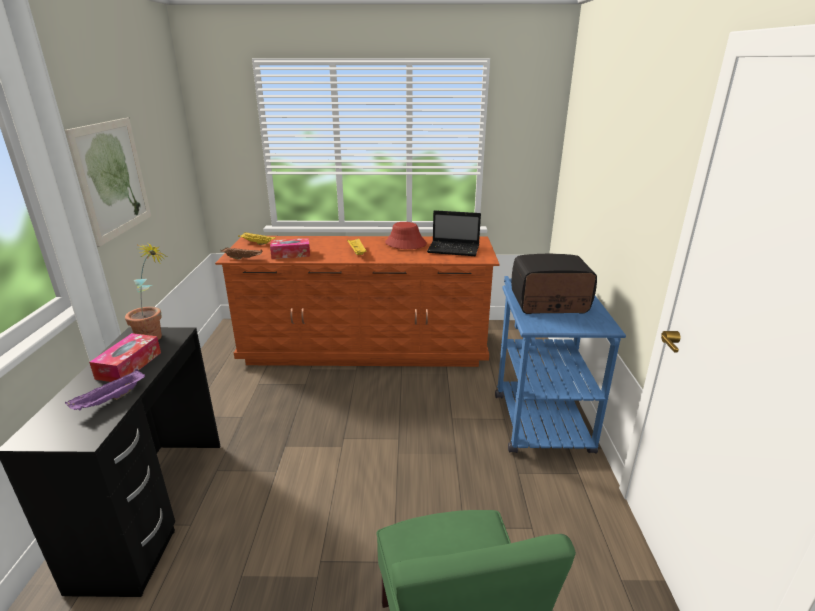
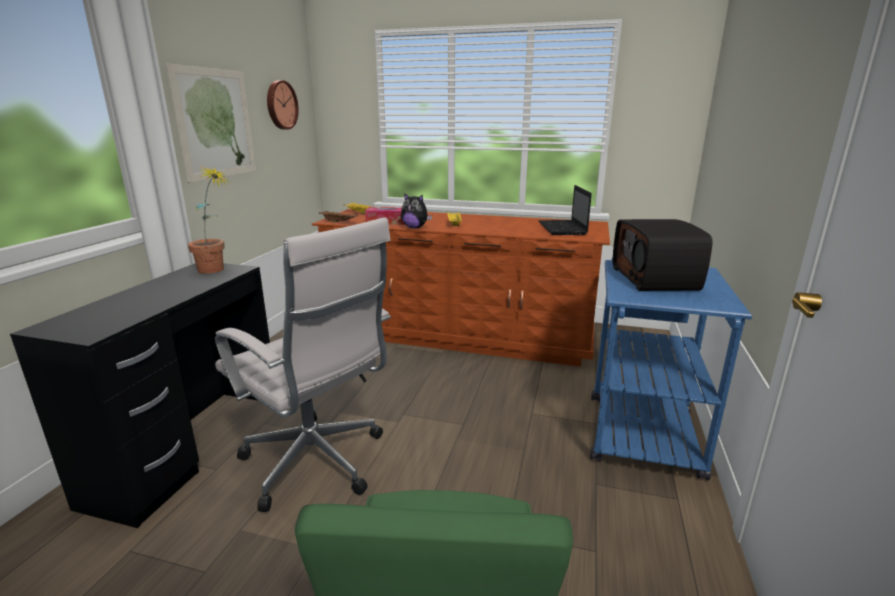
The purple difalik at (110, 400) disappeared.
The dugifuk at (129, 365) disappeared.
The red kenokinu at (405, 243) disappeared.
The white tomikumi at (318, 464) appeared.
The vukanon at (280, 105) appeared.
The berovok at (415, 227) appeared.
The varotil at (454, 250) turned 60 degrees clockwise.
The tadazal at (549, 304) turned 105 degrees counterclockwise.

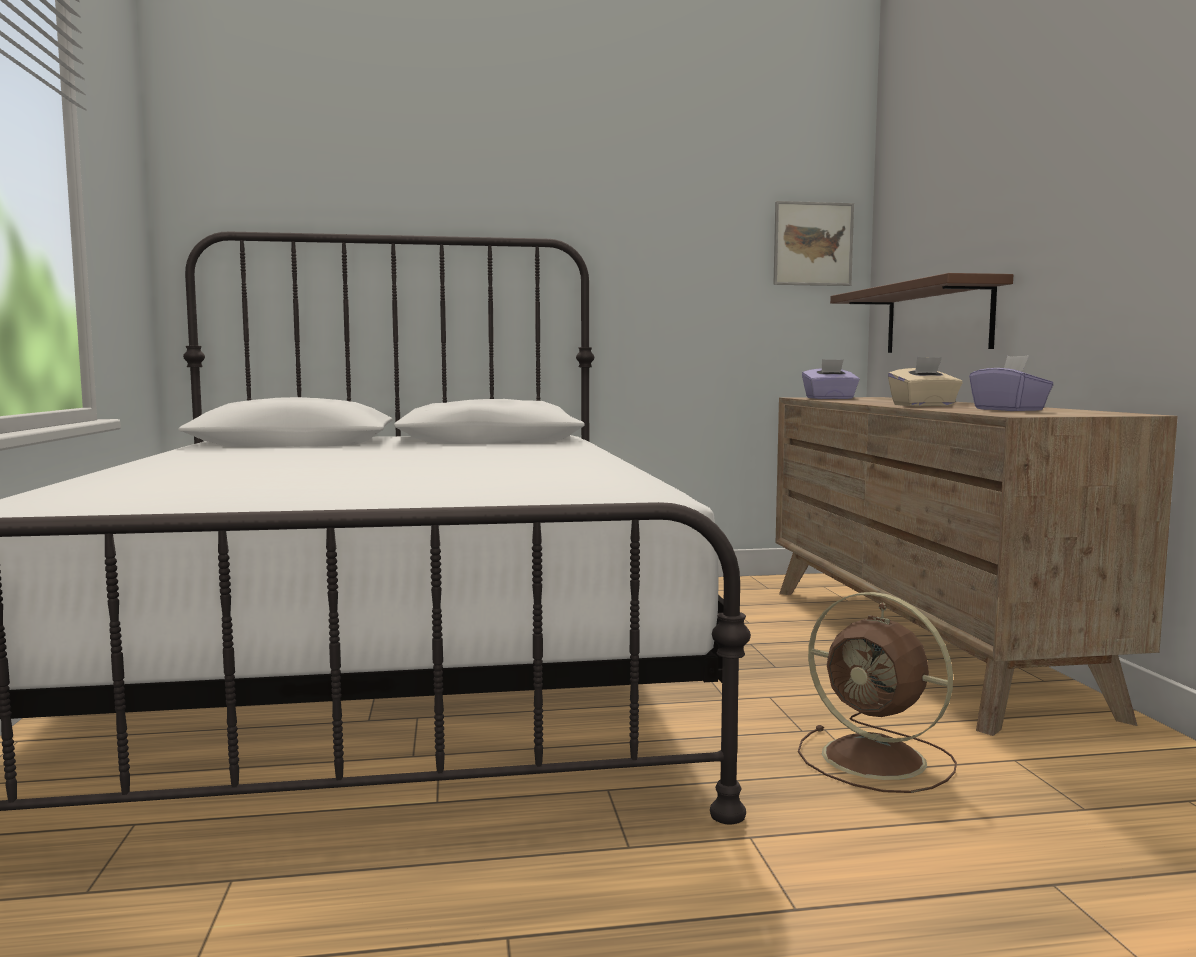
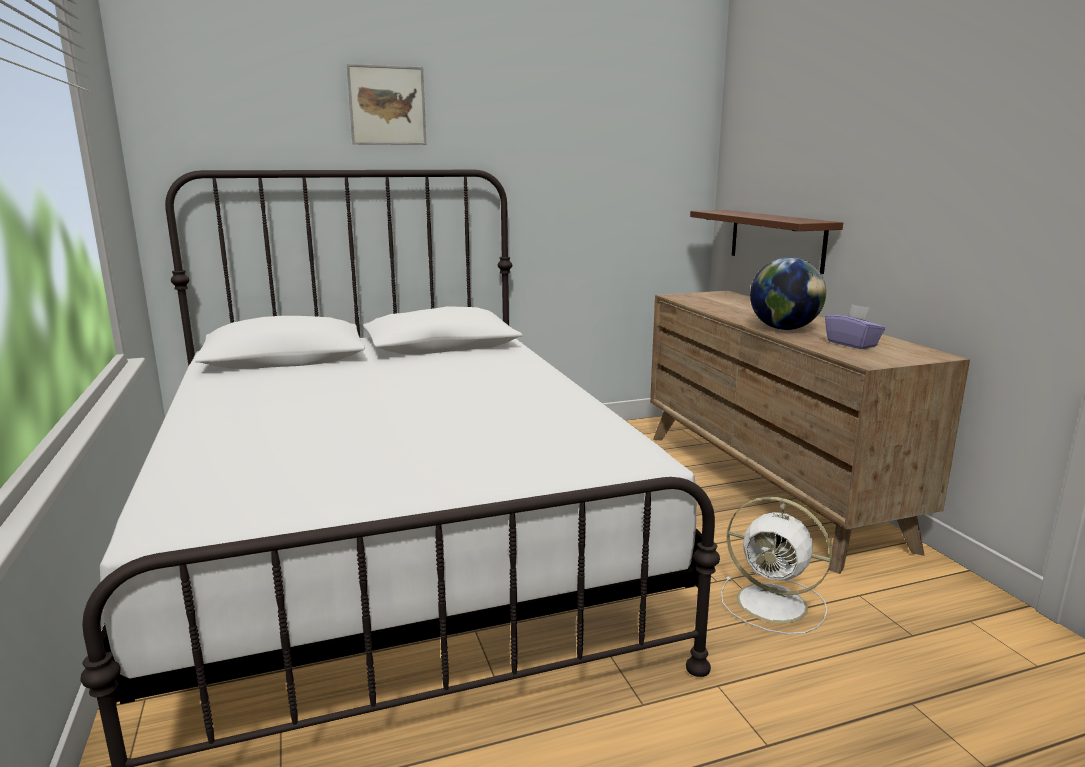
The purple dugifuk at (830, 398) disappeared.
The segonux moved from (813, 244) to (387, 105).
The beige dugifuk at (924, 405) was replaced by the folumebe at (784, 329).
The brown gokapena at (878, 759) became the white gokapena at (775, 604).

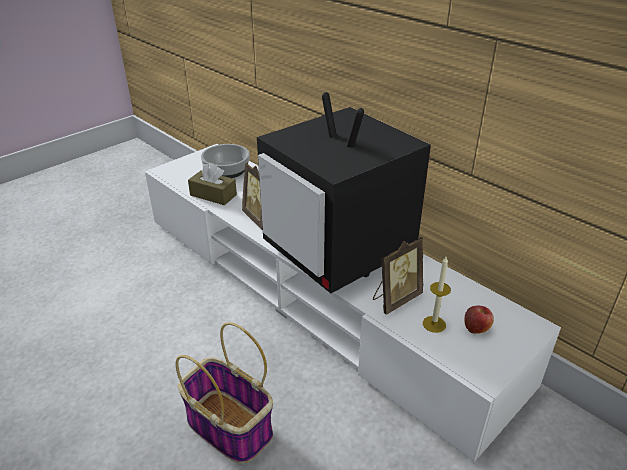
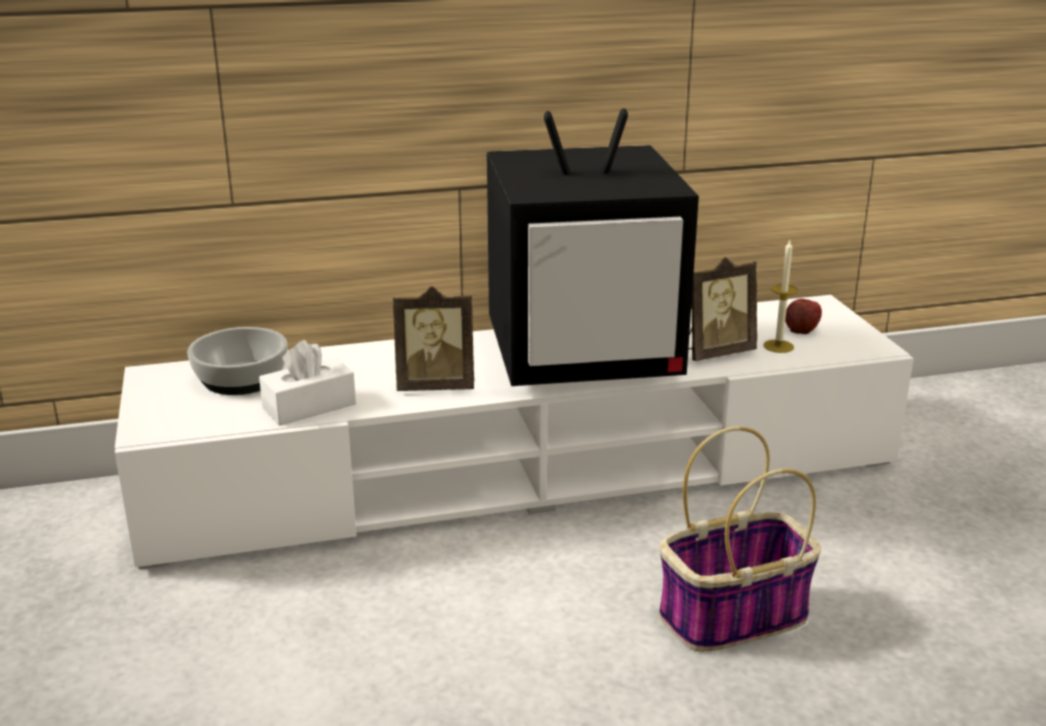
The brown dugifuk at (213, 195) became the white dugifuk at (309, 406).
The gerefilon at (395, 299) turned 75 degrees clockwise.

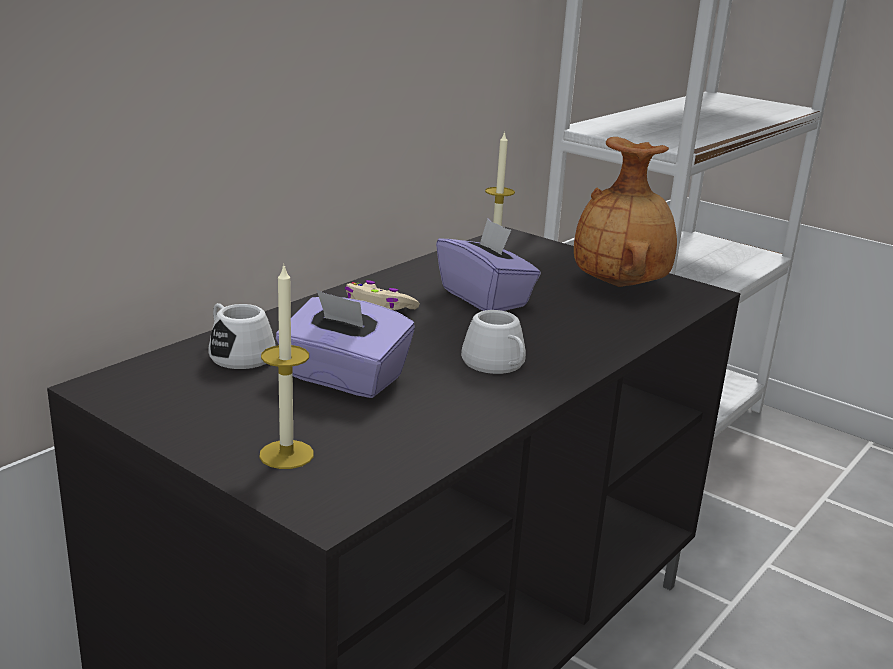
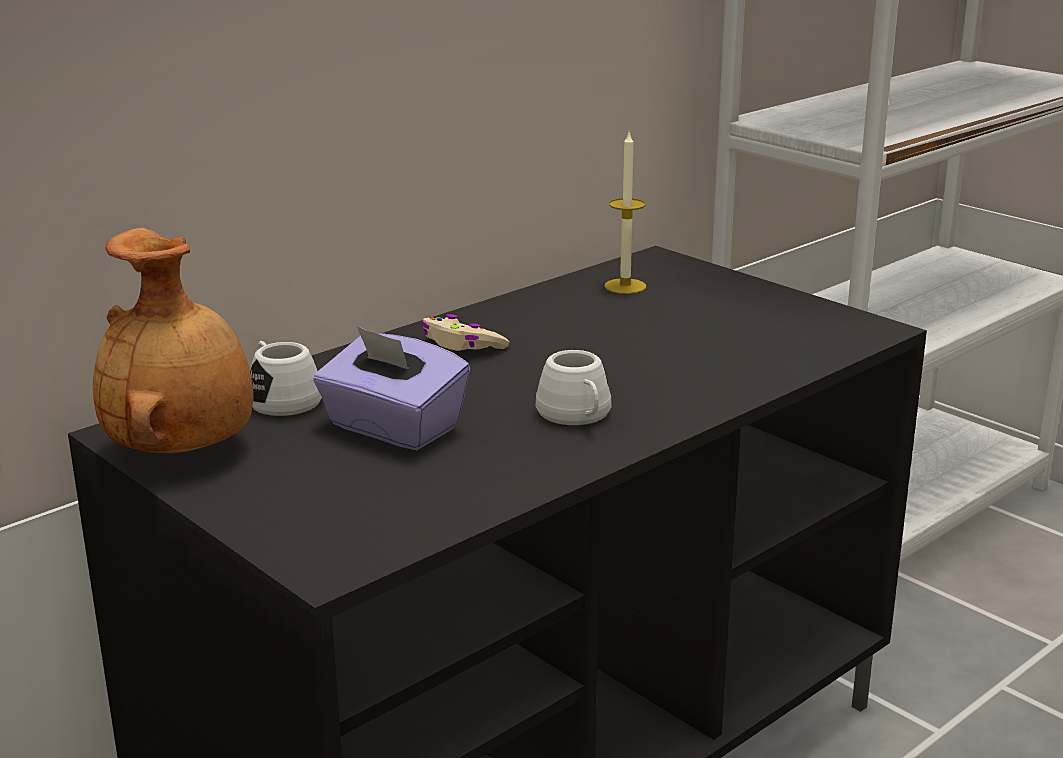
The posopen at (286, 454) disappeared.
The purple dugifuk at (485, 298) disappeared.
The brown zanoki moved from (621, 286) to (184, 450).

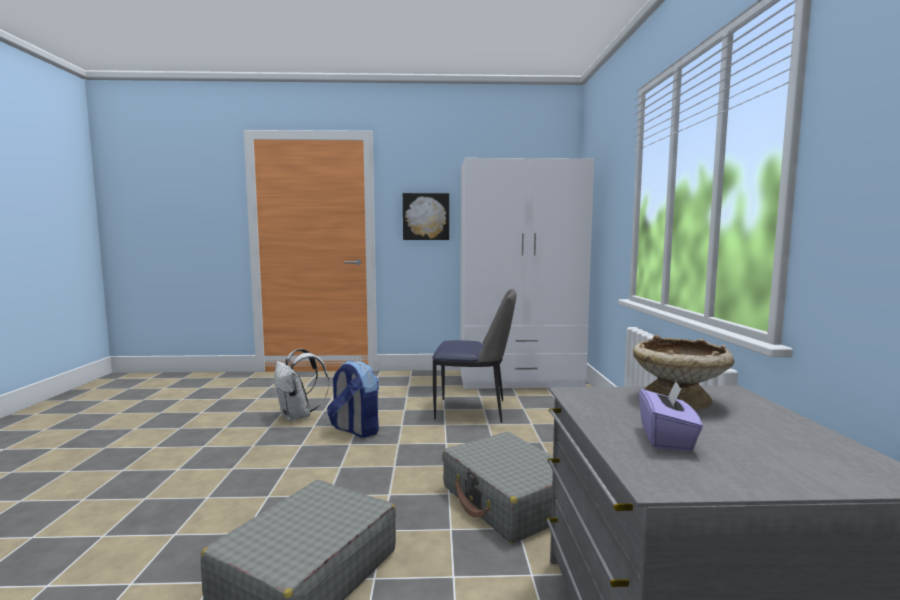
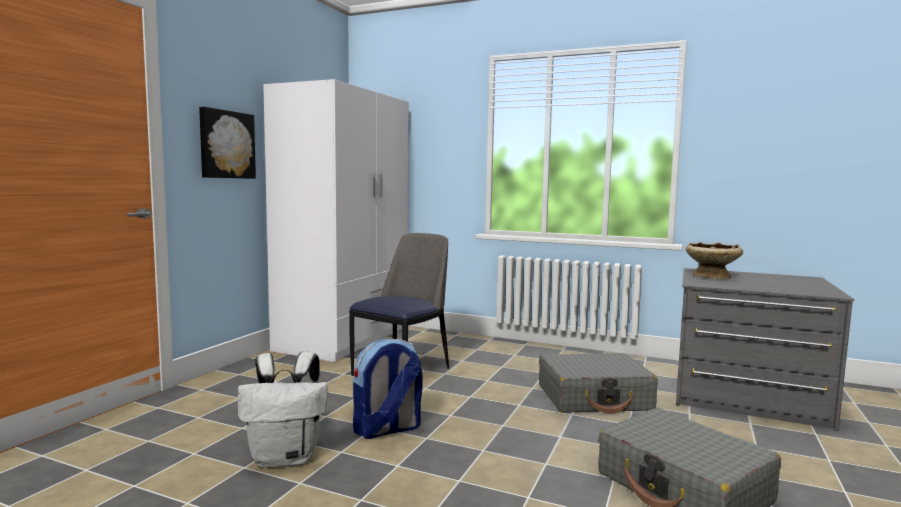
The purple dugifuk at (667, 438) disappeared.

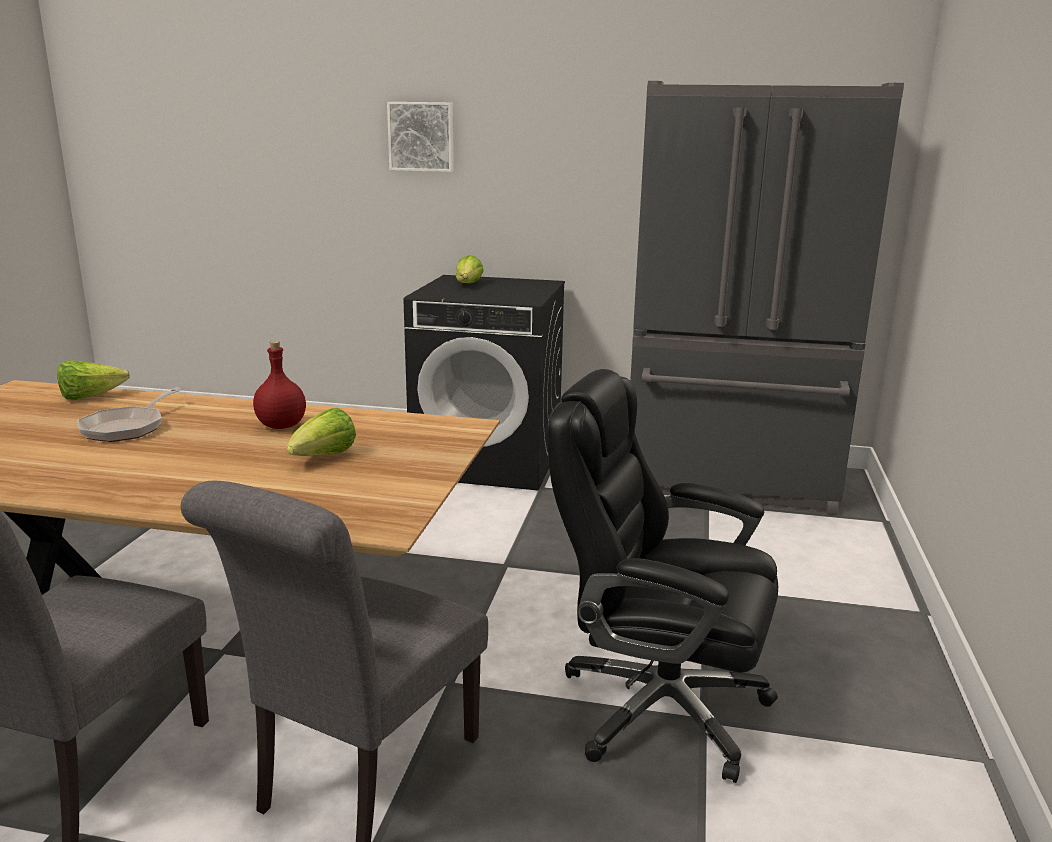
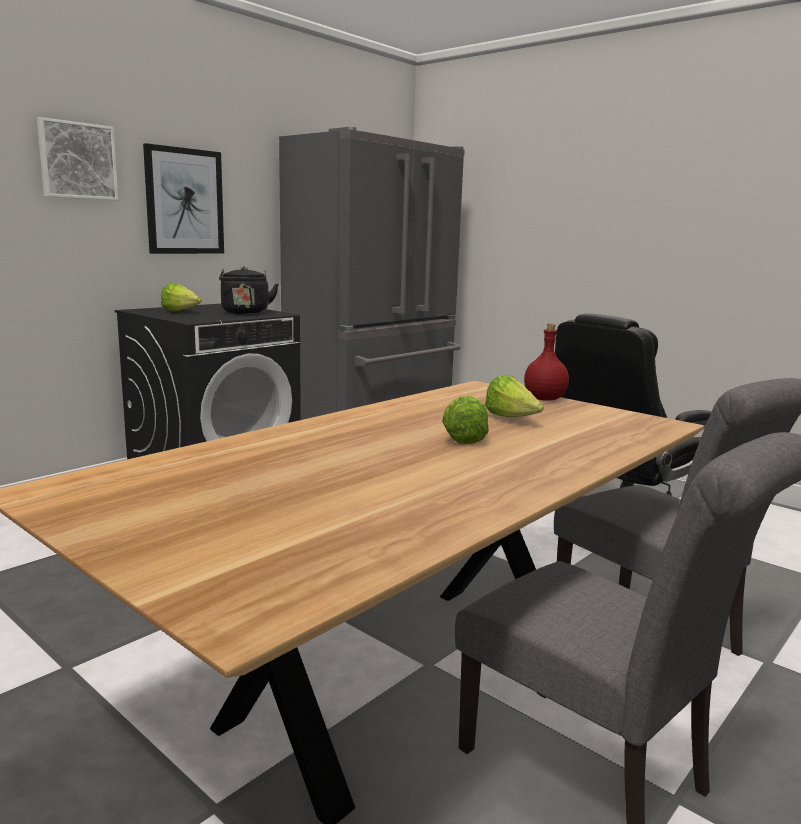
The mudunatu at (127, 428) disappeared.
The segonux at (184, 201) appeared.
The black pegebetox at (245, 313) appeared.
The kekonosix moved from (90, 397) to (464, 438).
The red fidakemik moved from (281, 426) to (545, 399).

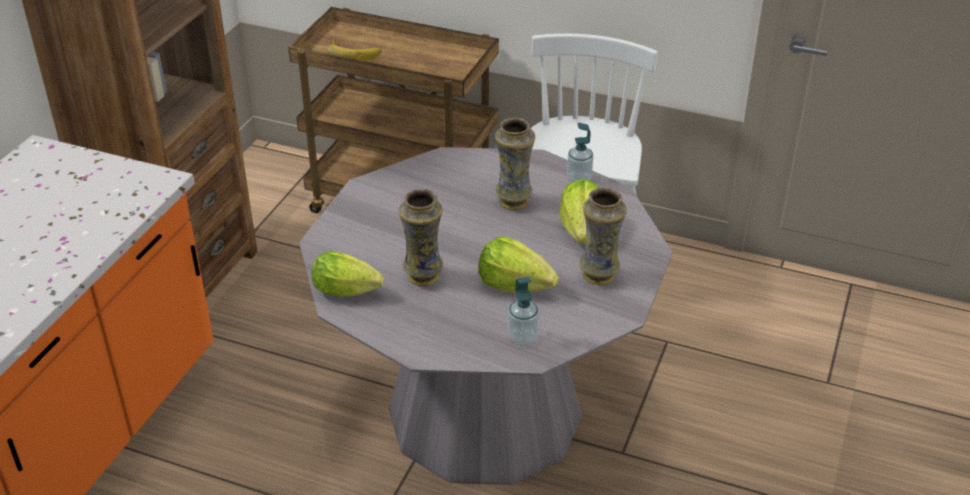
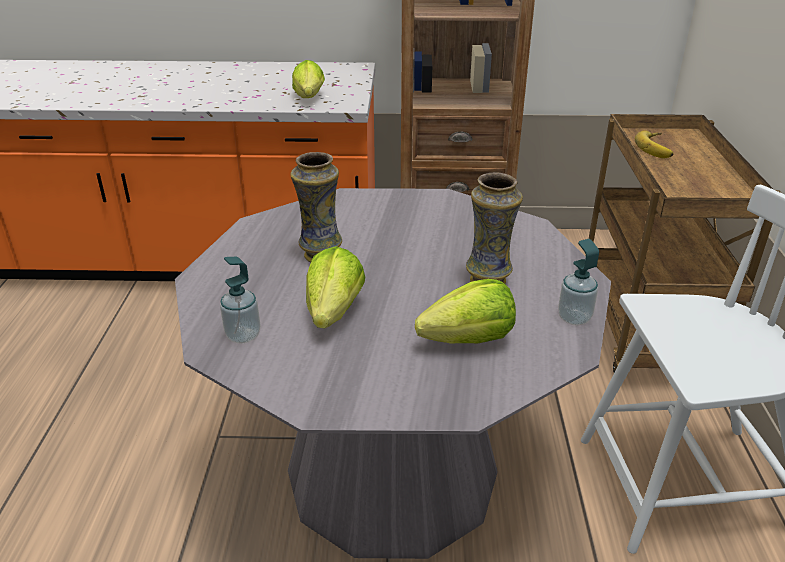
The zanoki at (599, 275) disappeared.
The kekonosix moved from (350, 292) to (309, 98).

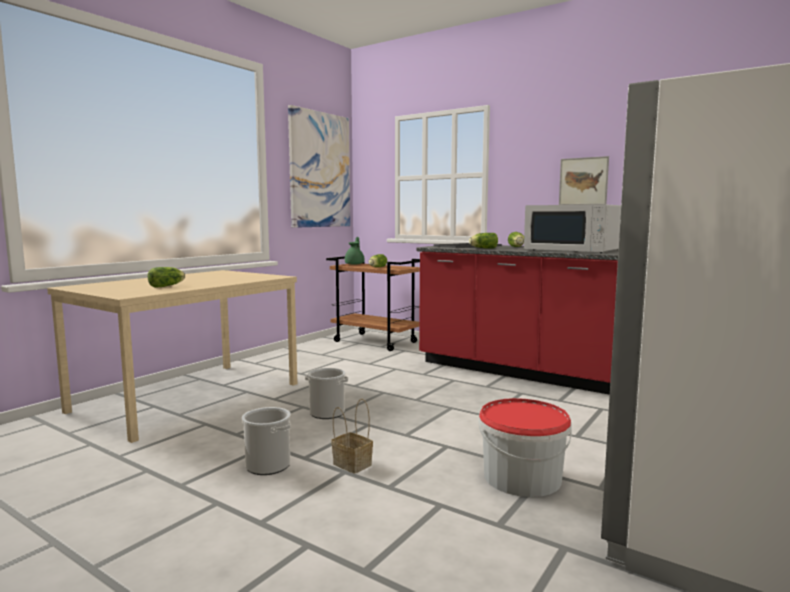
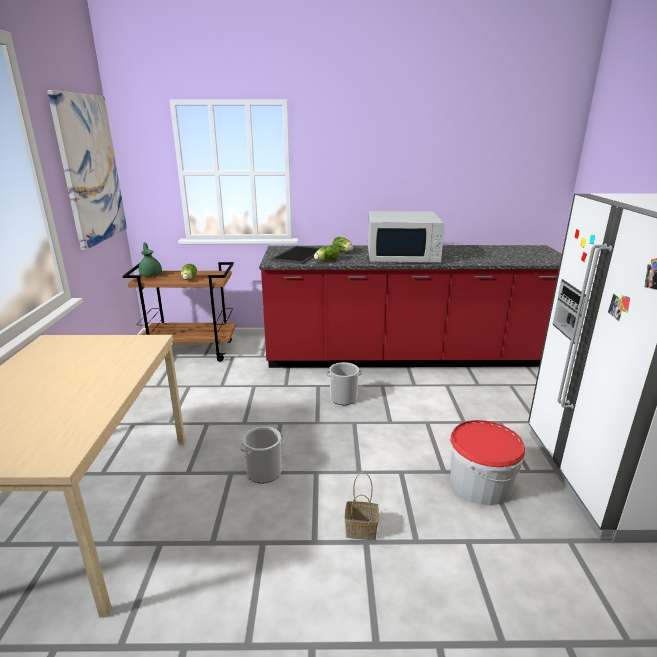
The kekonosix at (168, 286) disappeared.
The segonux at (583, 181) disappeared.
The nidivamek moved from (268, 465) to (343, 398).

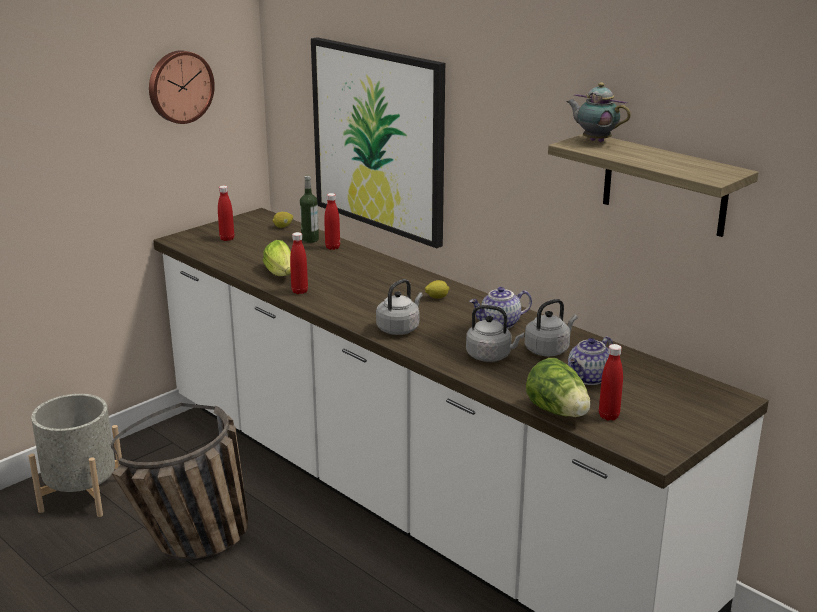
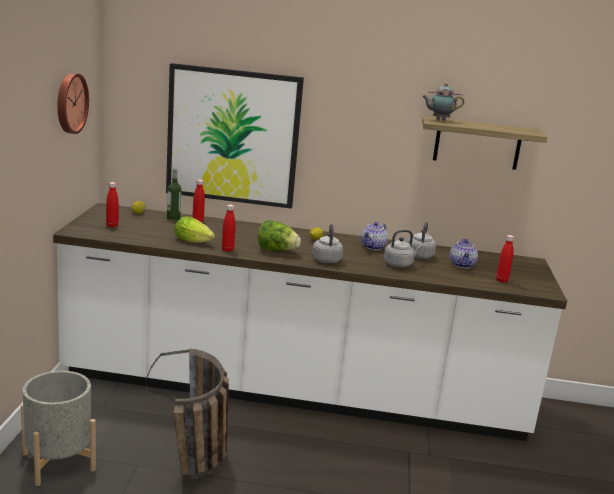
The kekonosix moved from (558, 412) to (277, 251).

